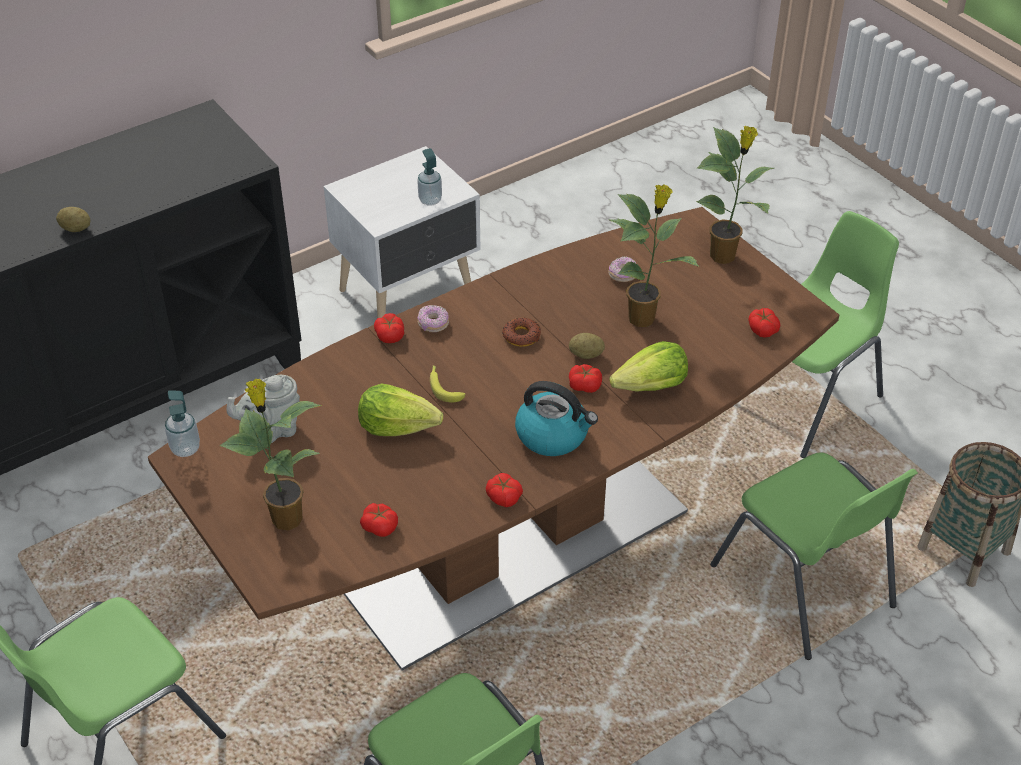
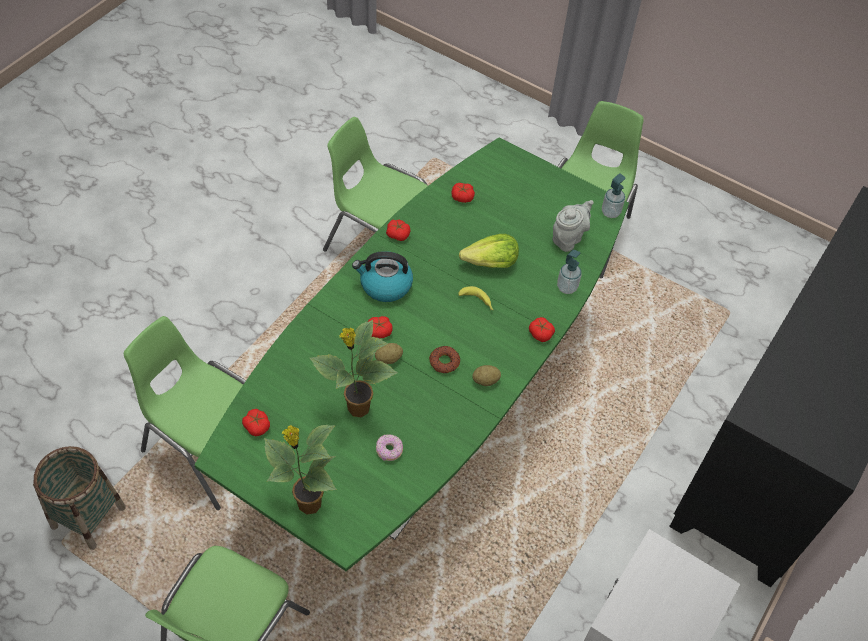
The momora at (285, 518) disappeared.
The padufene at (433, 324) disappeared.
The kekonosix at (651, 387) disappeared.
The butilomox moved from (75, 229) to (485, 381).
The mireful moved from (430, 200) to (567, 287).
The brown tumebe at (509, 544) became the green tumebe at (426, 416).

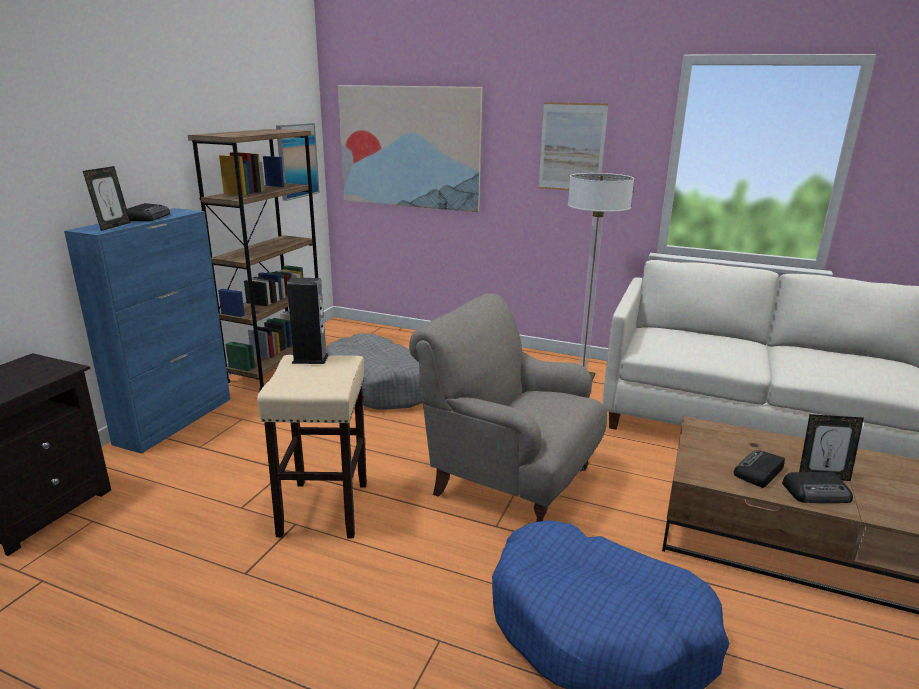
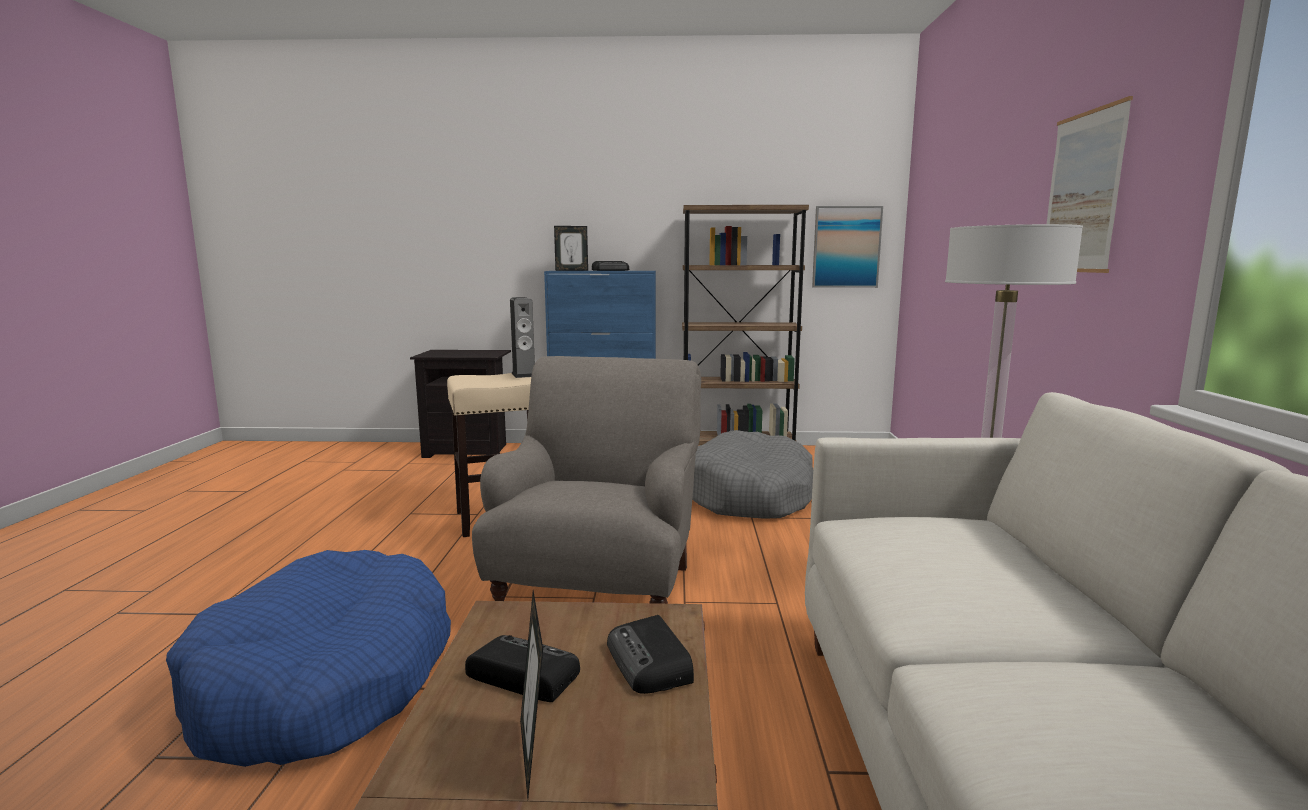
The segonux at (409, 147) disappeared.
The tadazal moved from (817, 493) to (650, 663).

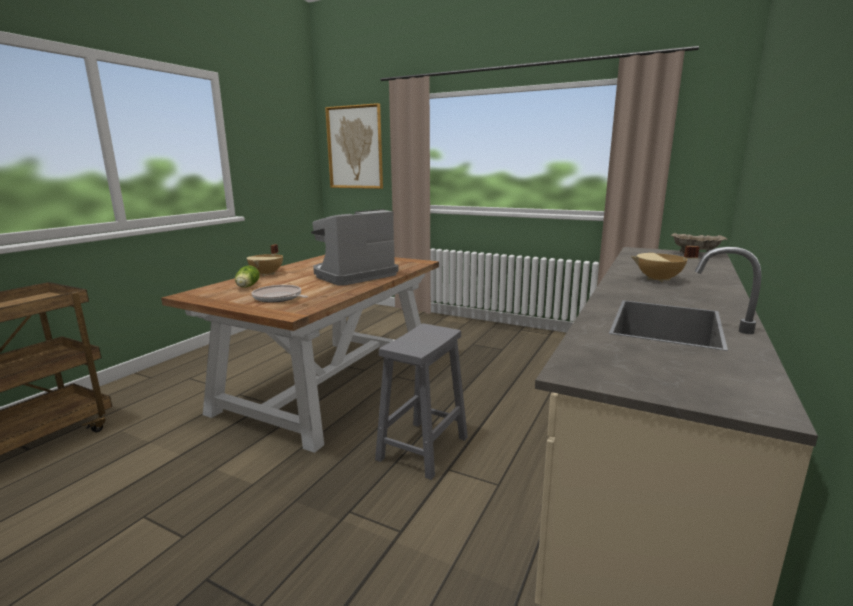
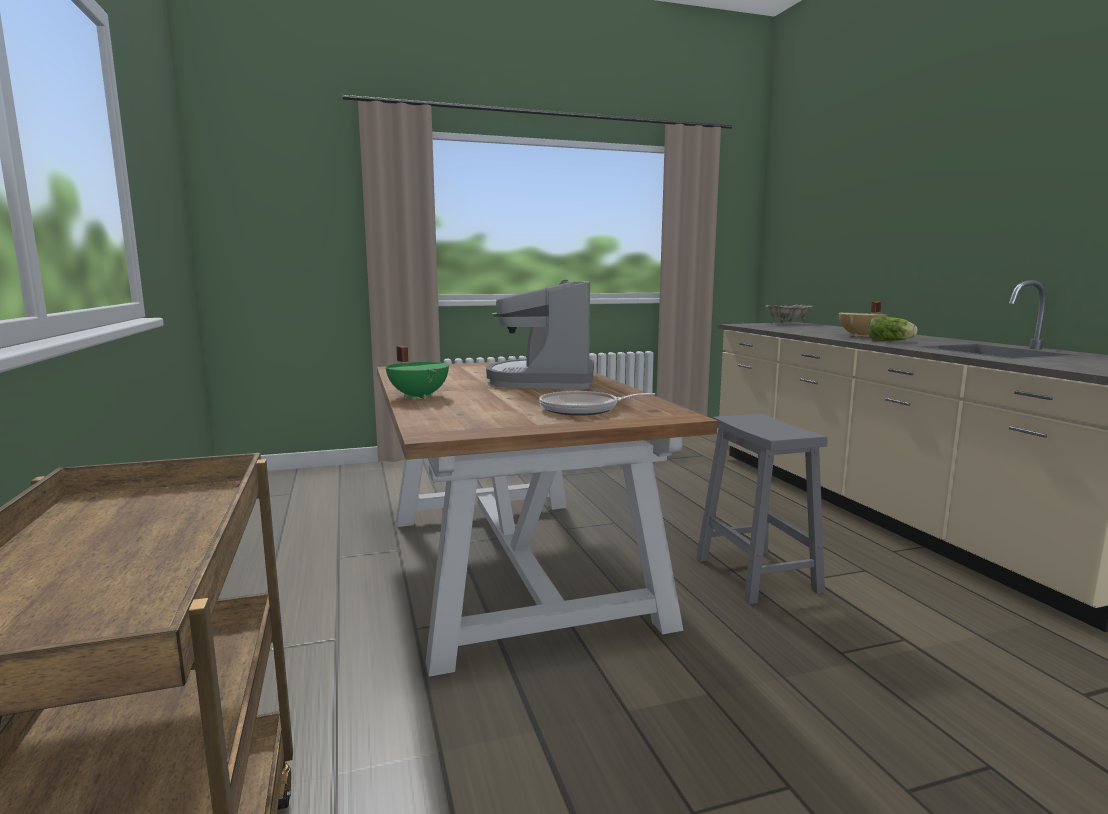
The segonux at (355, 147) disappeared.
The kekonosix moved from (247, 287) to (891, 341).
The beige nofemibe at (267, 274) became the green nofemibe at (419, 396).

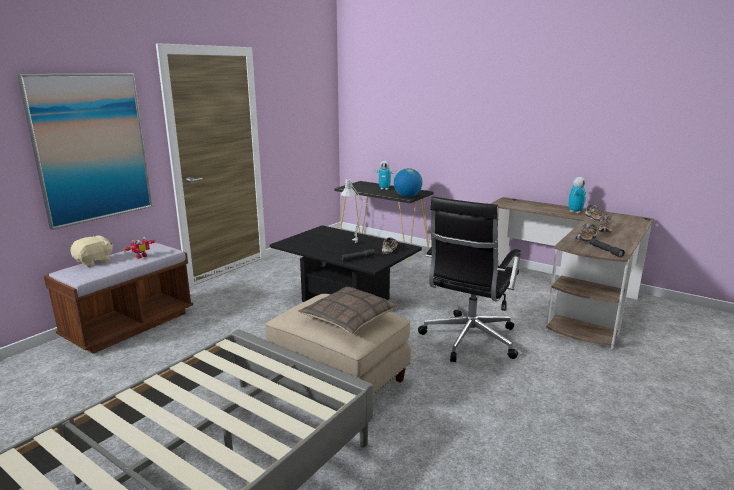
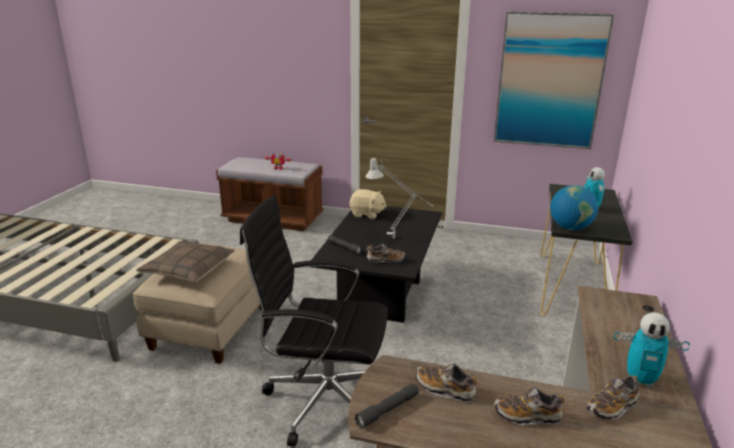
The segonux moved from (91, 148) to (549, 81).
The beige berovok moved from (94, 262) to (367, 214).

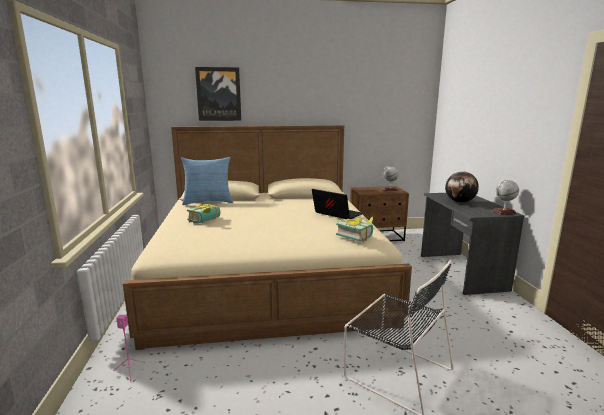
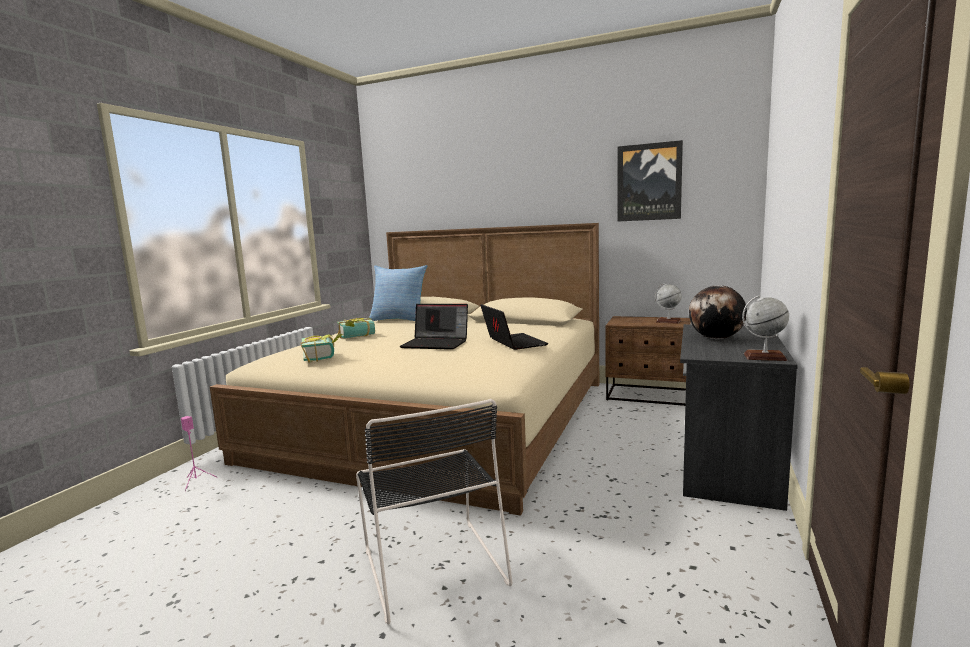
The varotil at (436, 343) appeared.
The segonux moved from (218, 94) to (649, 182).
The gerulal moved from (356, 236) to (323, 357).

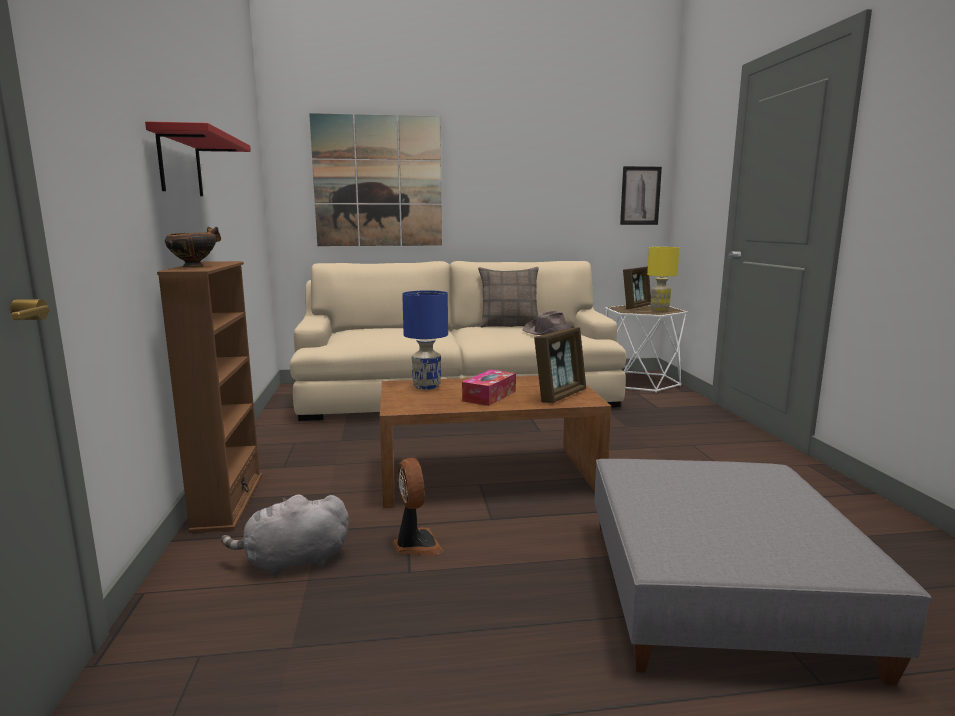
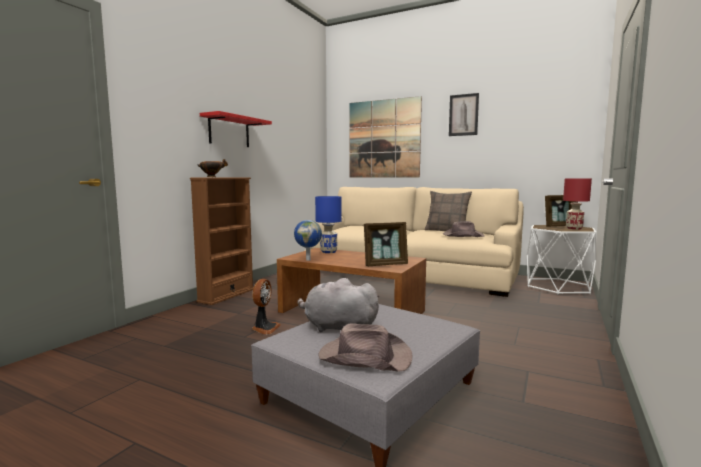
The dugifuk at (489, 396) disappeared.
The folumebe at (308, 259) appeared.
The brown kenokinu at (364, 357) appeared.
The grey berovok moved from (292, 561) to (337, 328).
The segonux moved from (640, 195) to (463, 115).
The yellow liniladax at (660, 309) became the red liniladax at (574, 228).

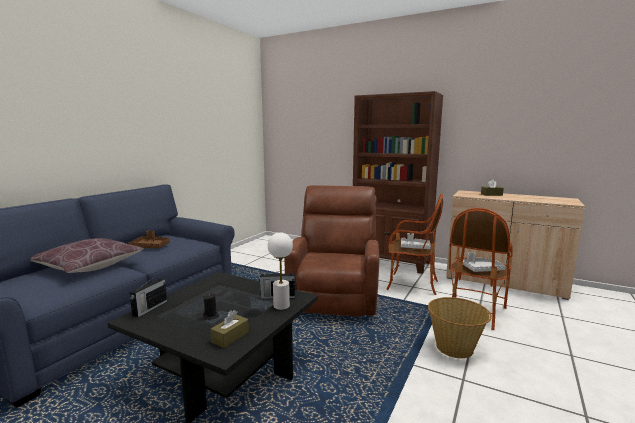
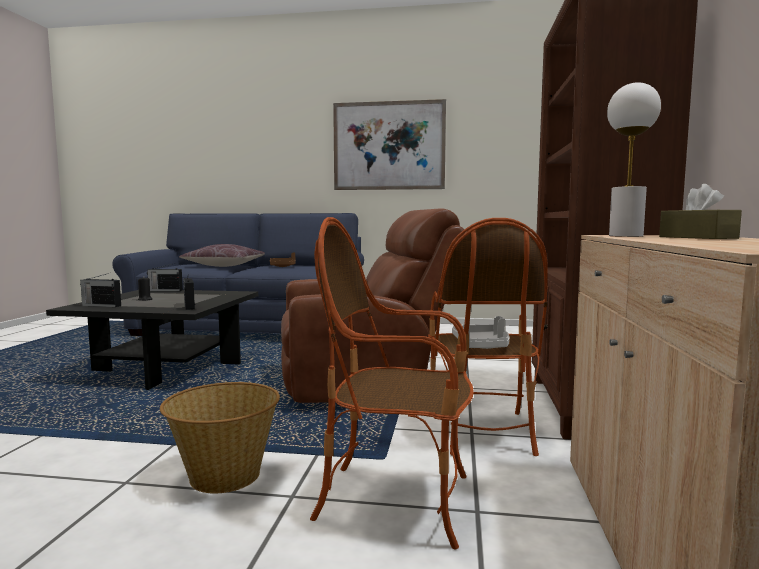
The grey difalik at (481, 269) disappeared.
The segonux at (388, 146) appeared.
The white liniladax moved from (281, 306) to (626, 236).
The brown dugifuk at (230, 337) was replaced by the tadazal at (101, 305).

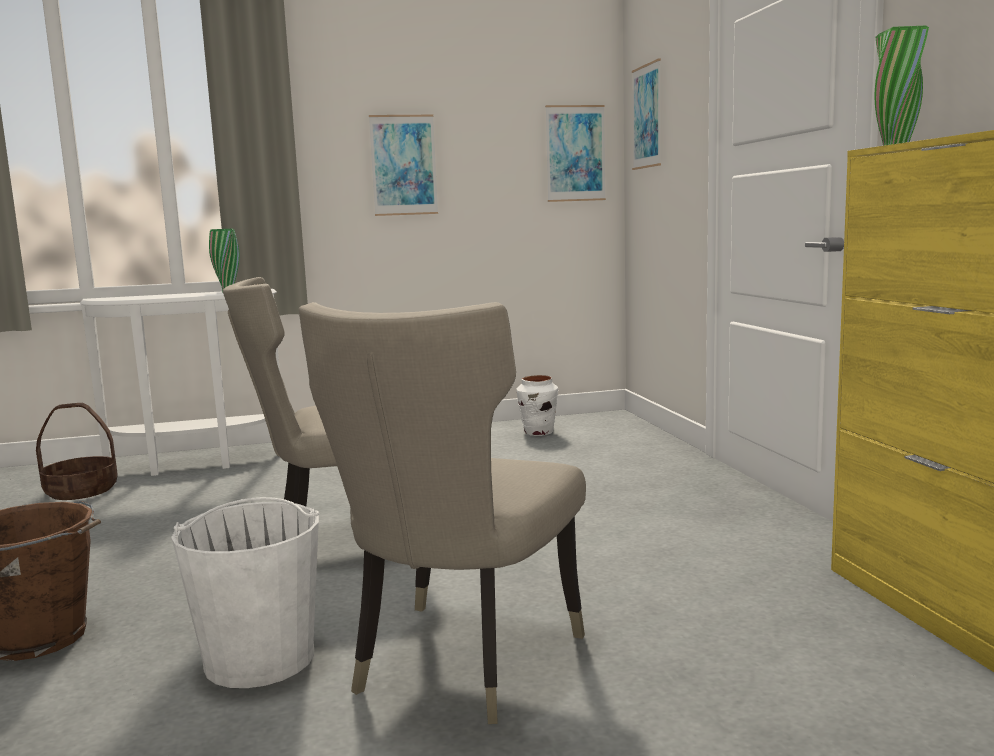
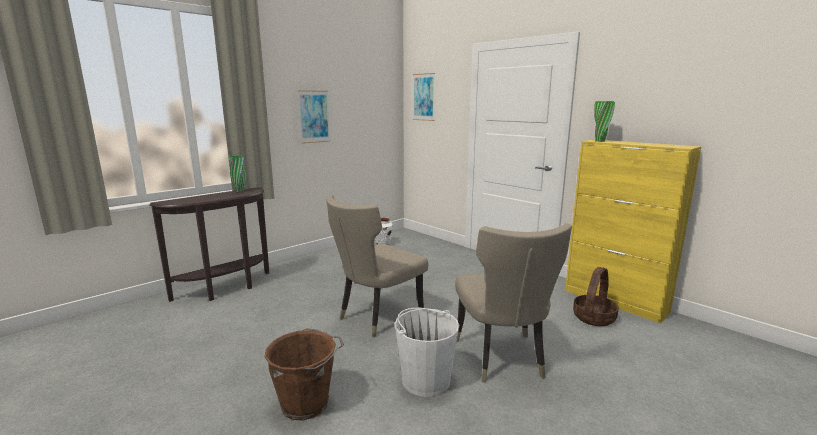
The segonux at (575, 153) disappeared.
The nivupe moved from (81, 491) to (594, 318).
The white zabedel at (195, 464) became the brown zabedel at (227, 289).

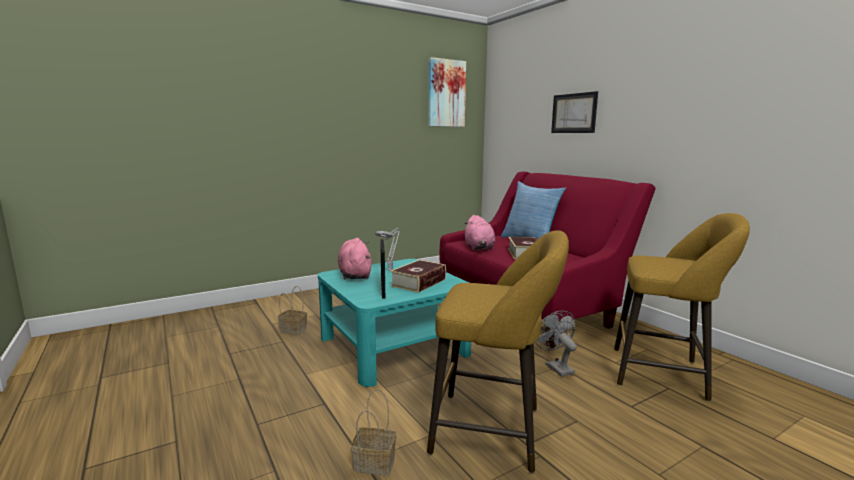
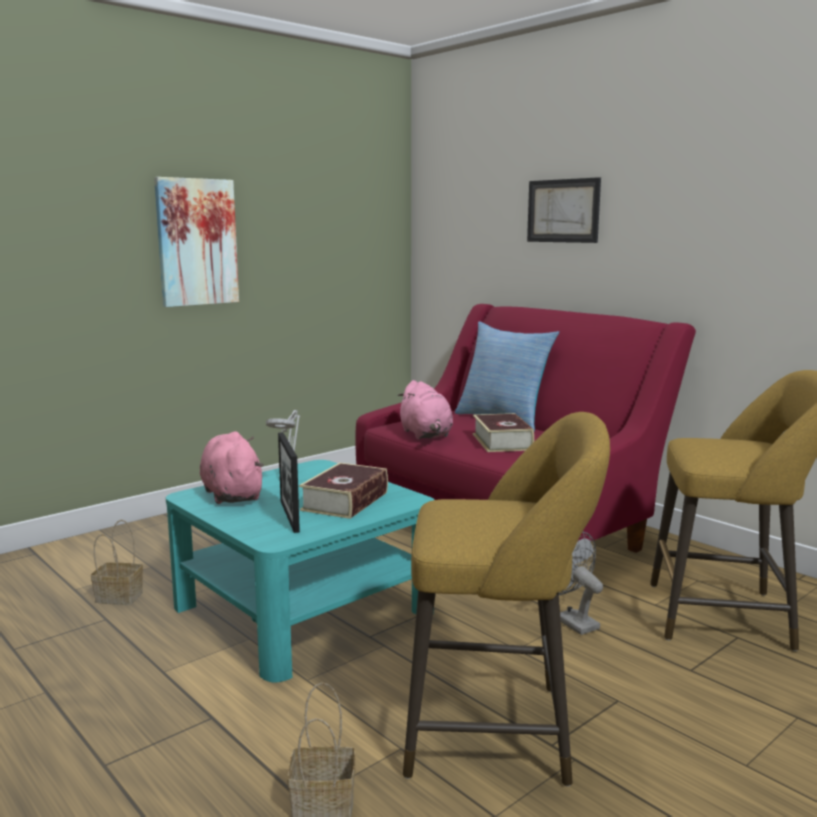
The segonux moved from (446, 93) to (196, 242).

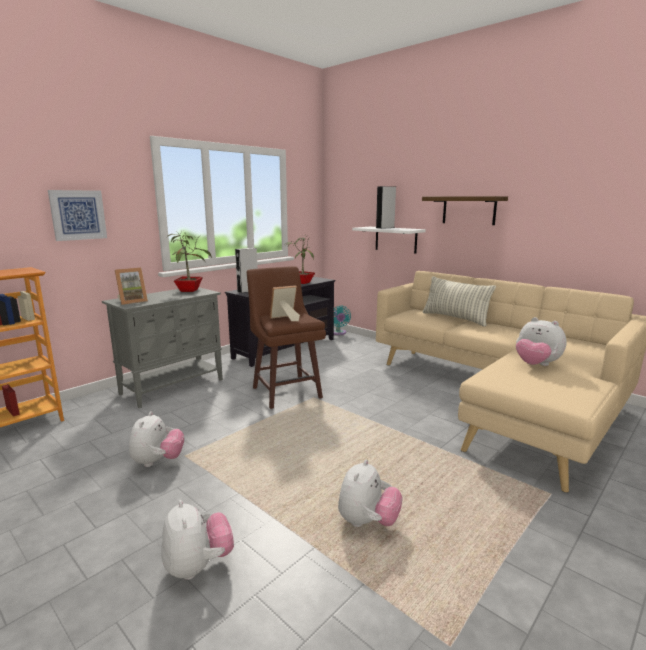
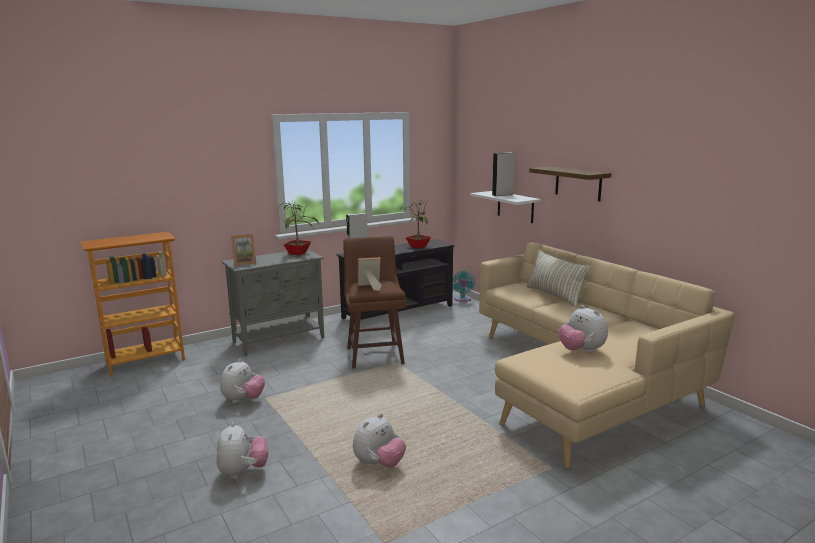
The segonux at (78, 215) disappeared.

